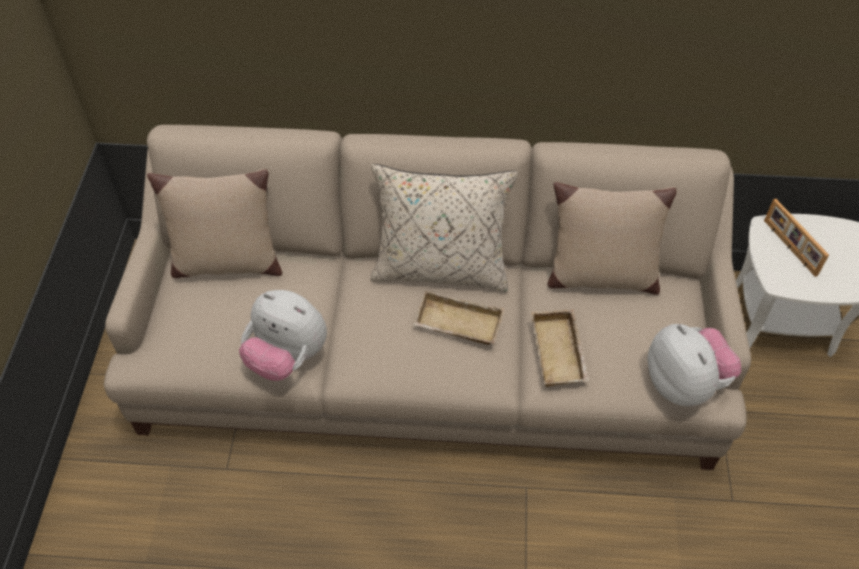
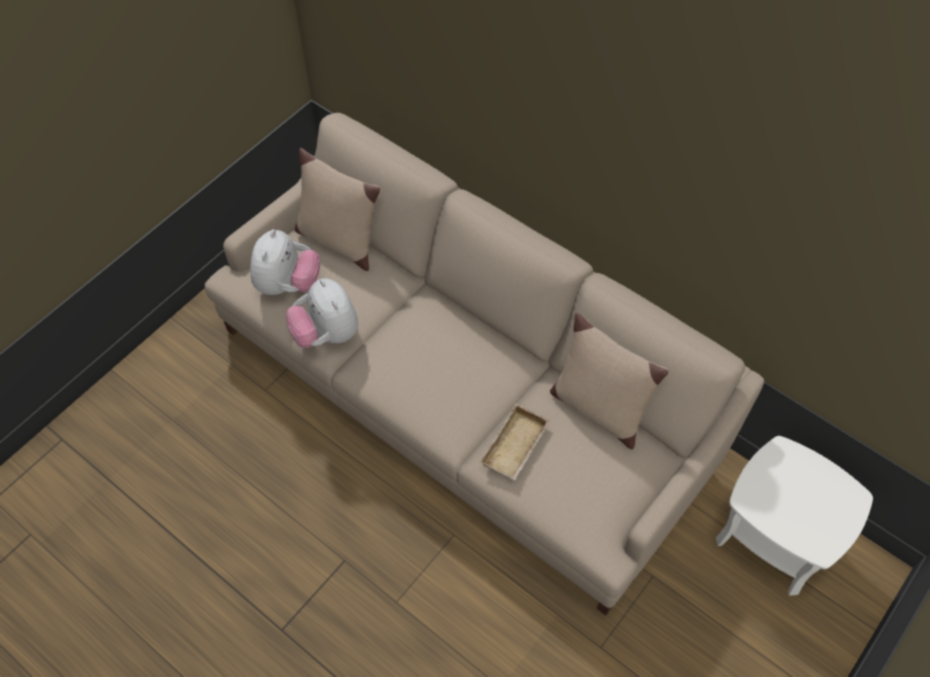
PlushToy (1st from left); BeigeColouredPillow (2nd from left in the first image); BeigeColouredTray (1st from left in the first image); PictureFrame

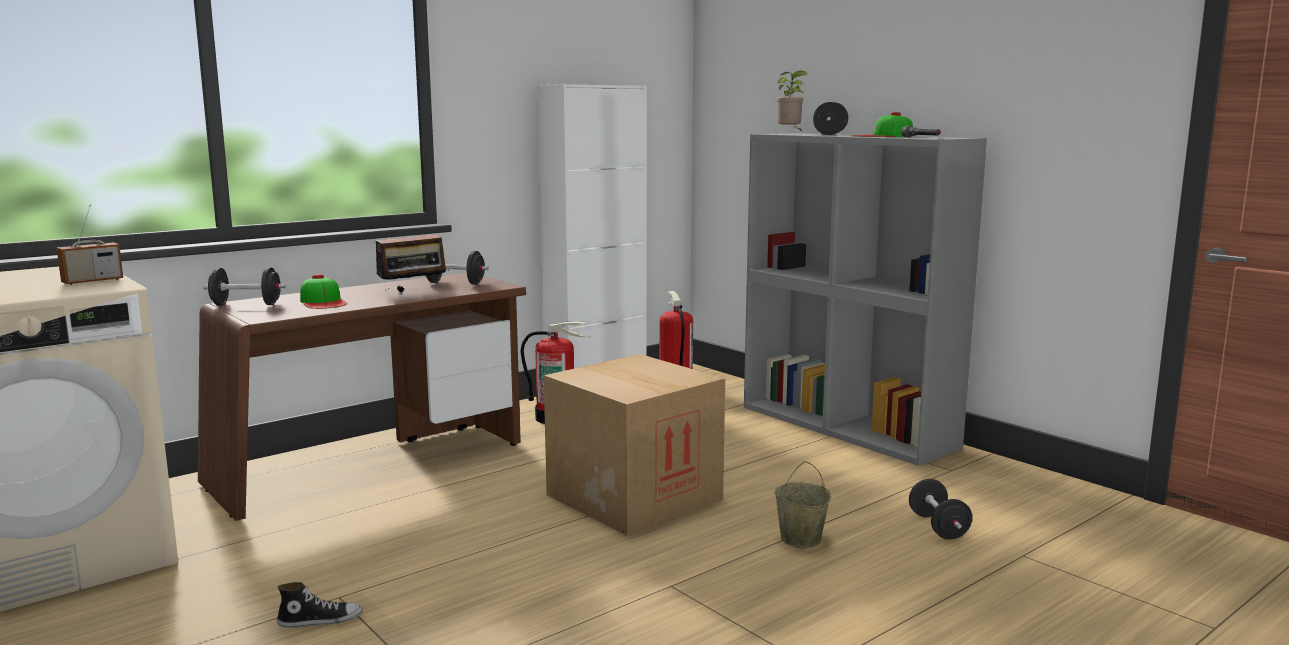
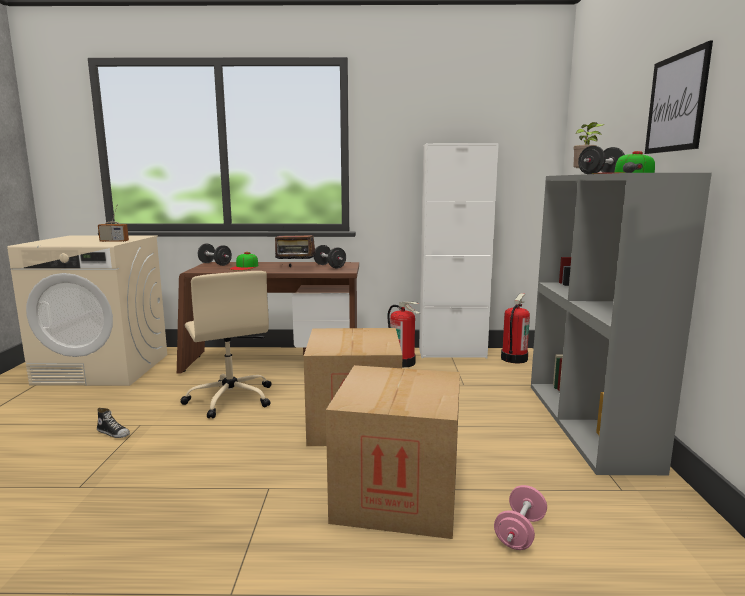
BeigeColouredDeskChair; Carton (2nd from left); PinkDumbbell; WallArt

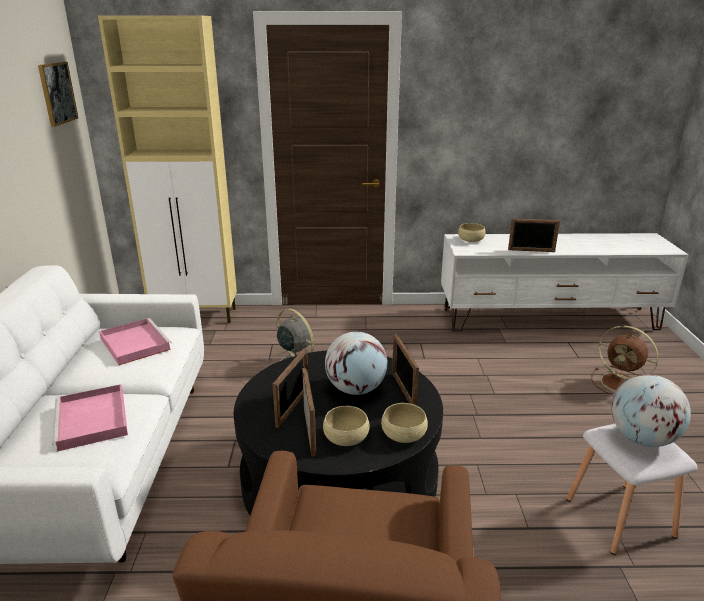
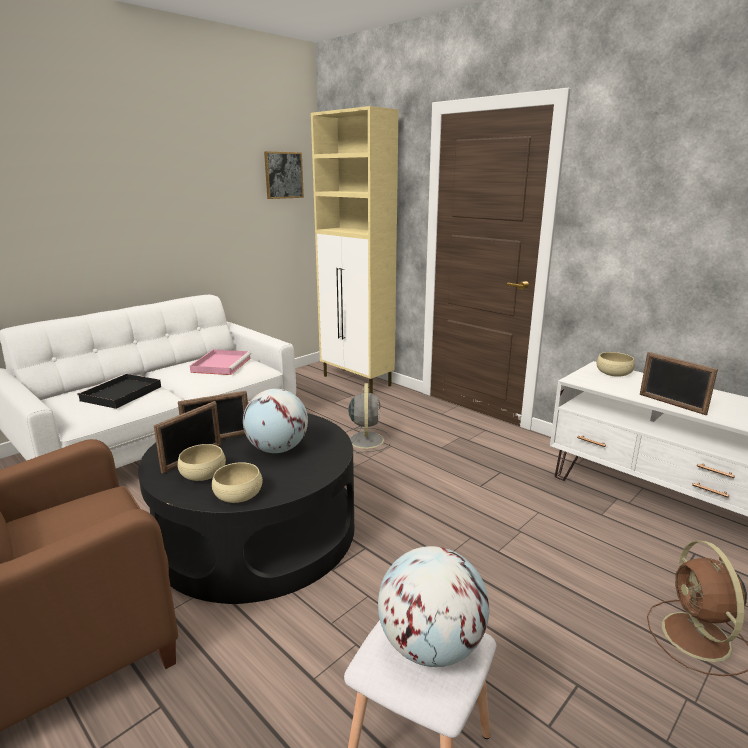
BlackColouredTray; PictureFrame (3rd from left in the first image)

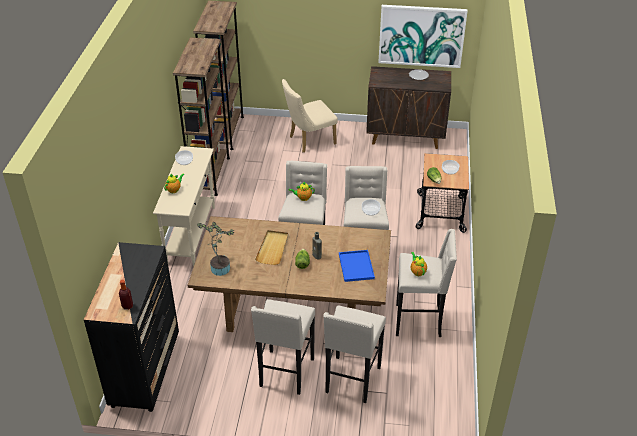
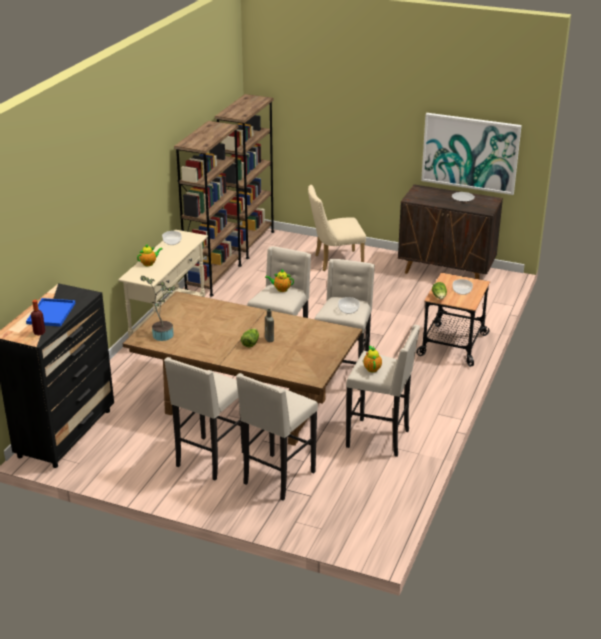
BluishTray; BeigeColouredTray

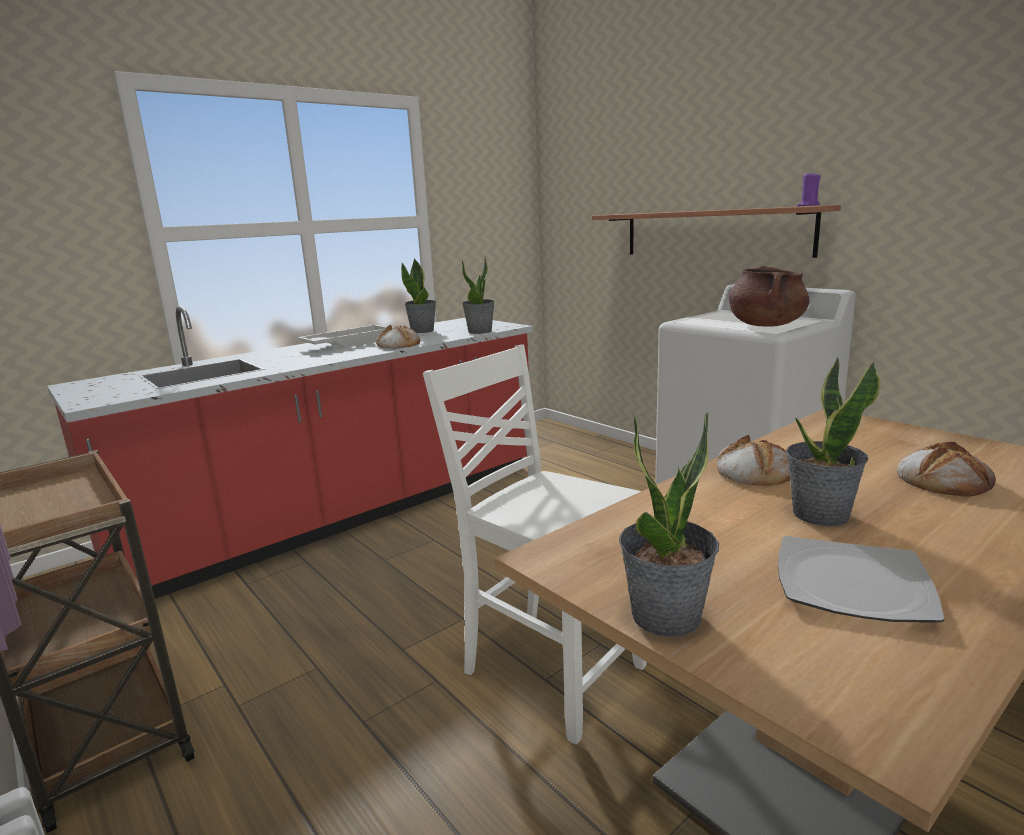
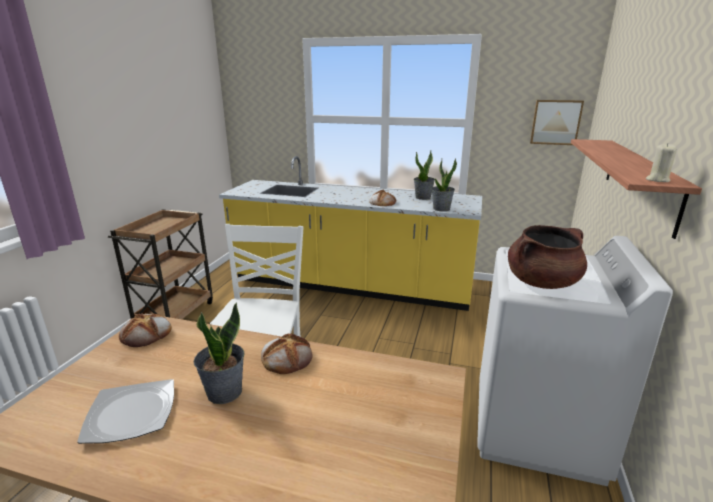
Bread (1st from left); YellowCounter; WallArt; BeigeColouredWaxLight; WhiteTray; PottedPlant (3rd from left in the first image)

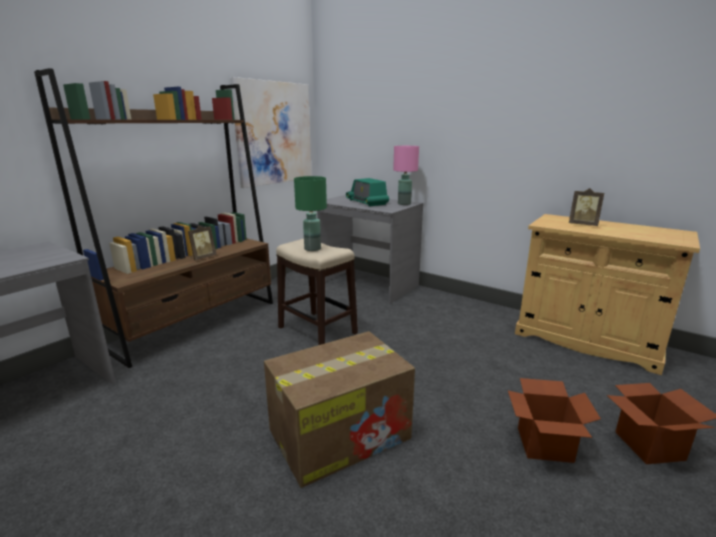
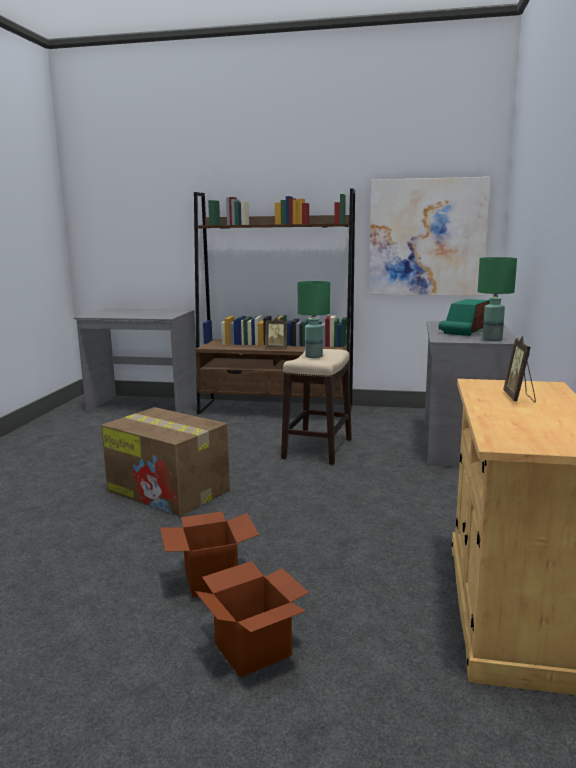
GreenTableLamp (2nd from left)

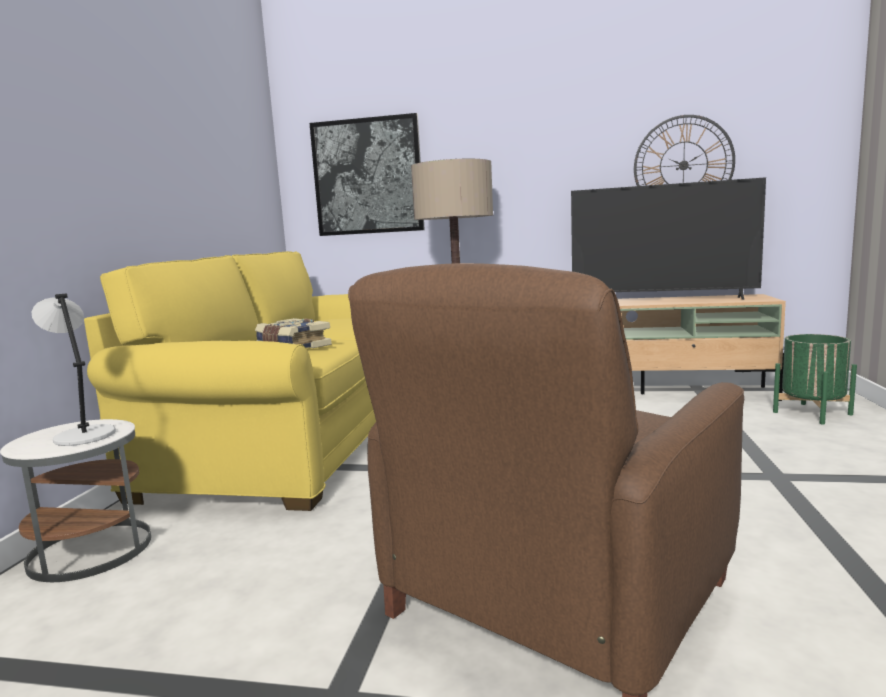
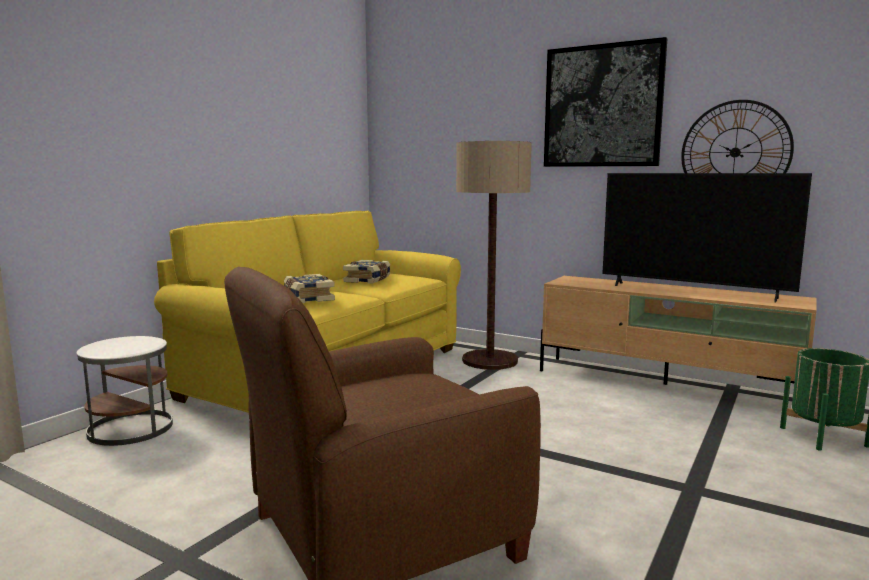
BoundBook (2nd from left); WallArt; GreyTableLamp

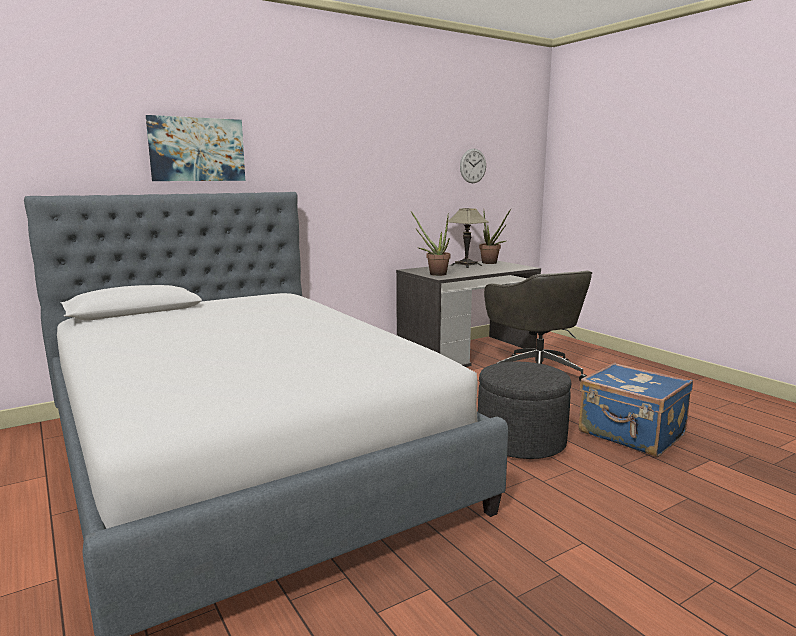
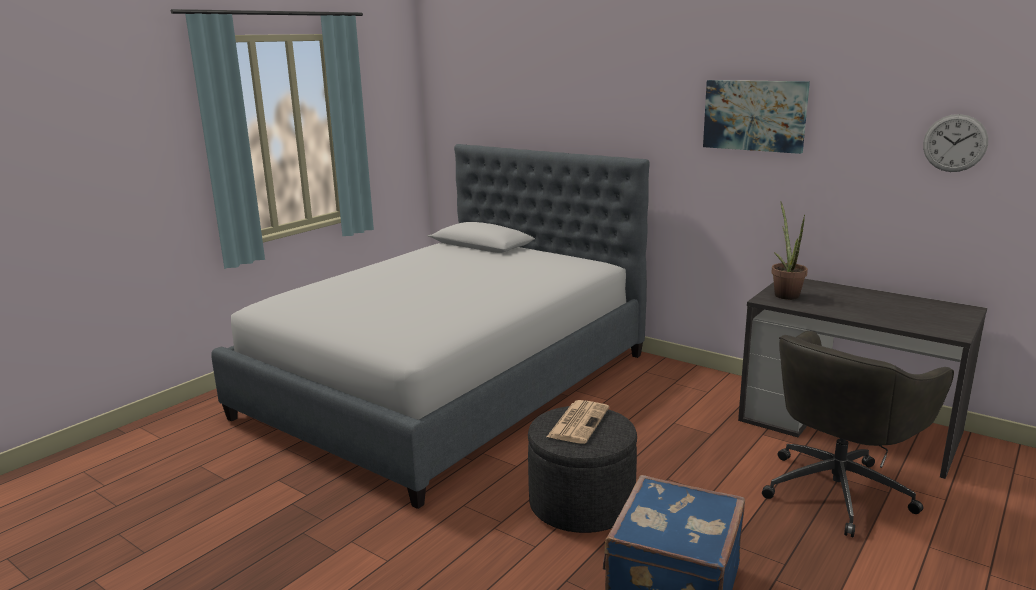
DailyPaper; WallArt; TableLamp; PottedPlant (2nd from left in the first image)

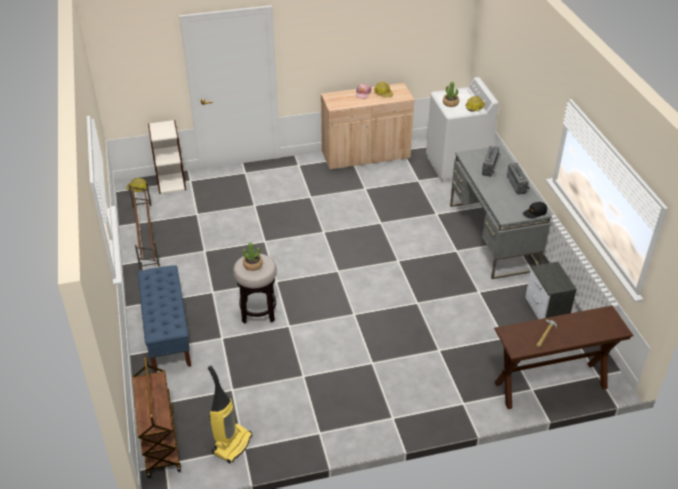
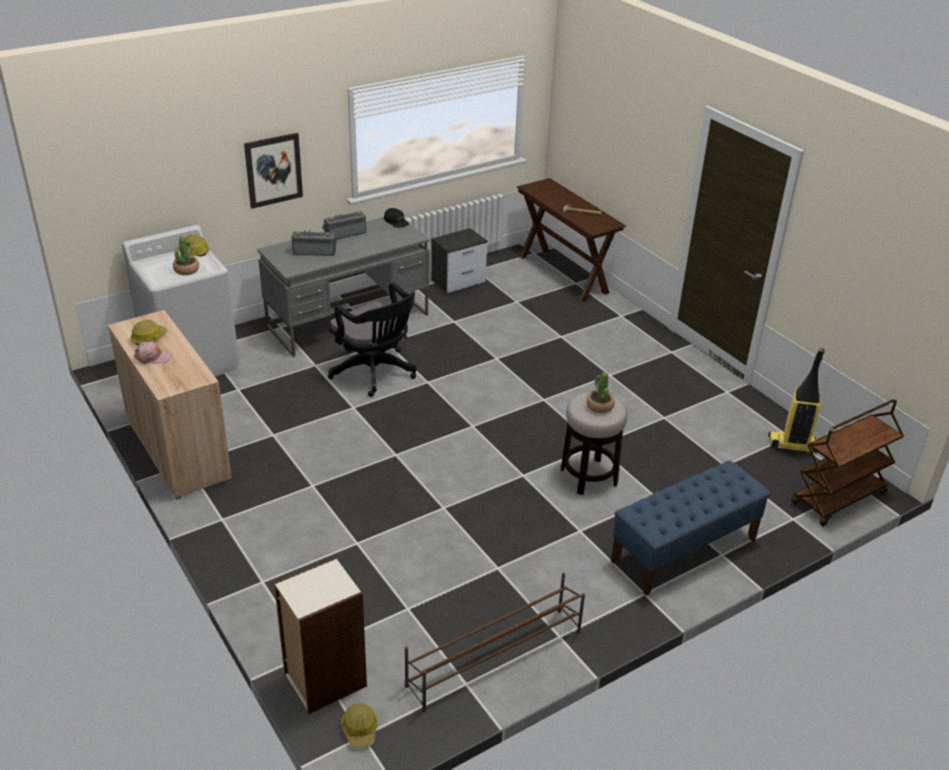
WallArt; BlackColouredDeskChair

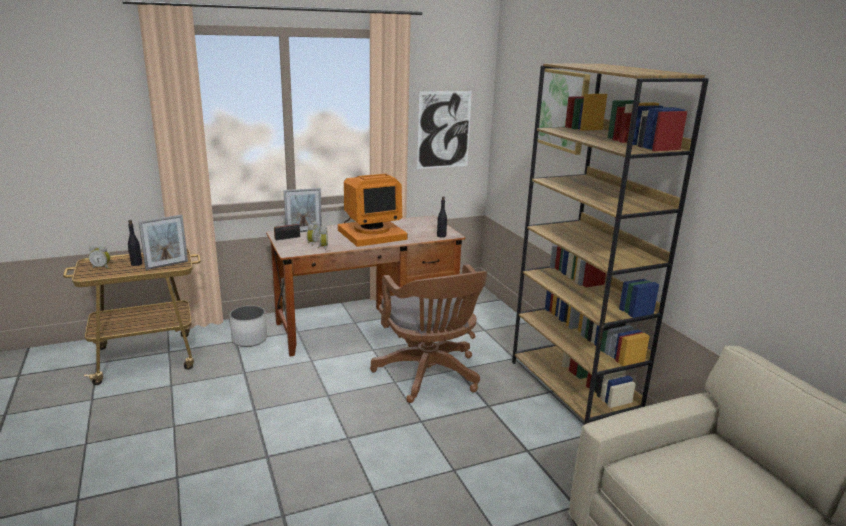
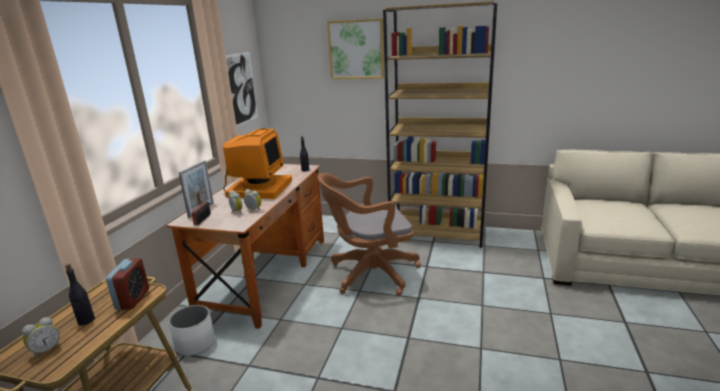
TableClock (2nd from left); BrownishDeskChair

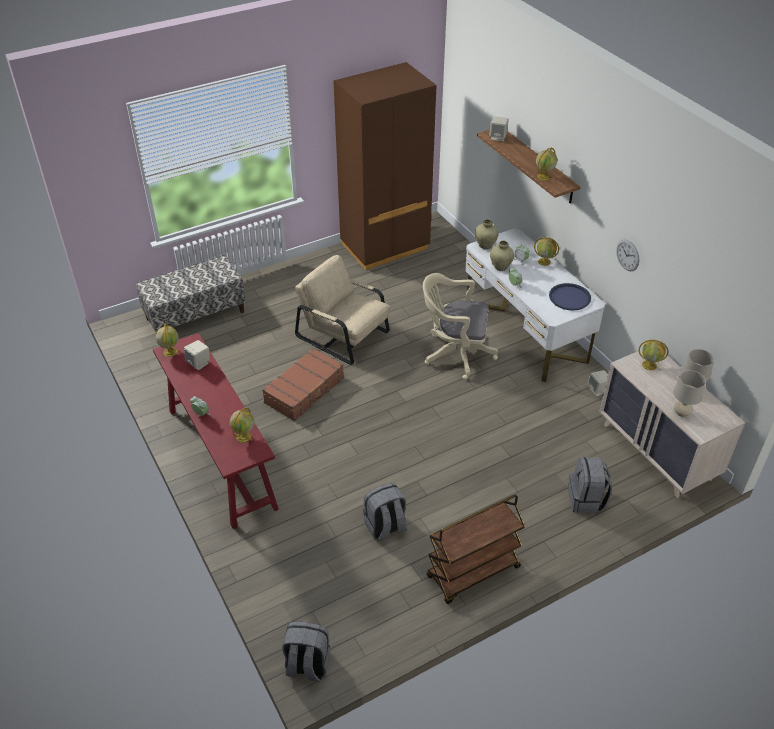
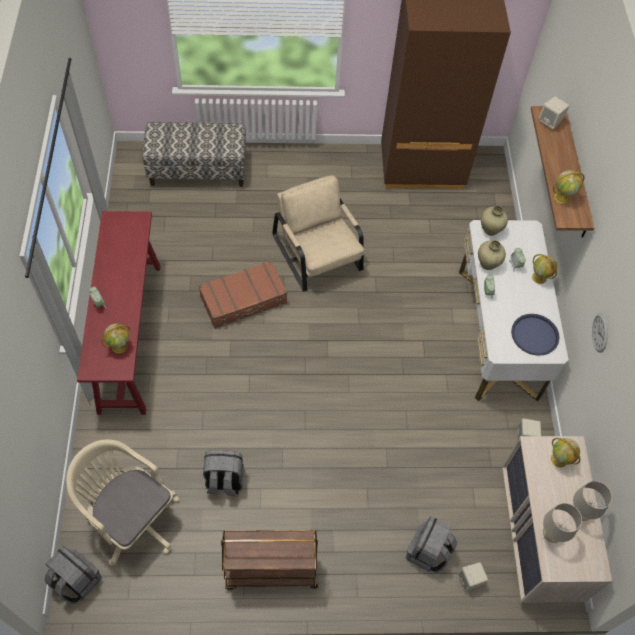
BeigeColouredDeskChair; BeigeColouredAudioSpeaker (1st from left); Globe (1st from left in the first image)

